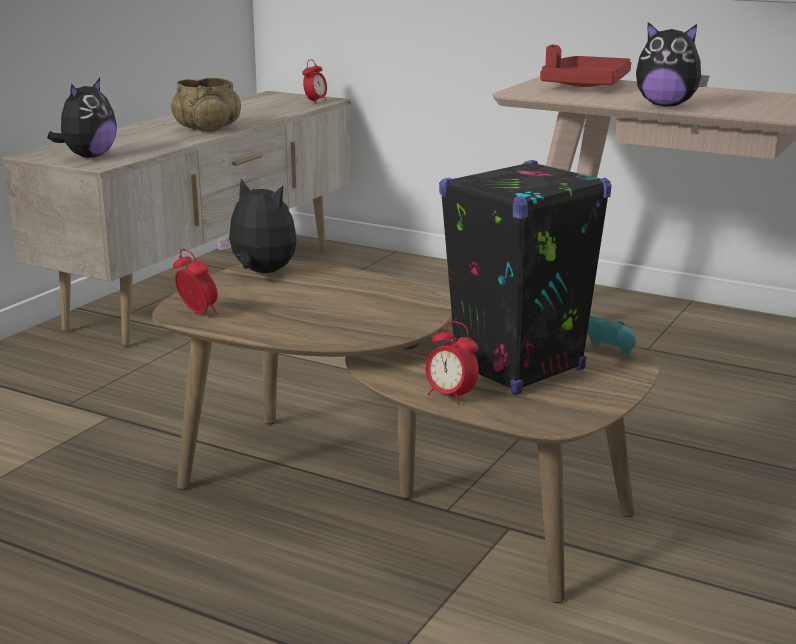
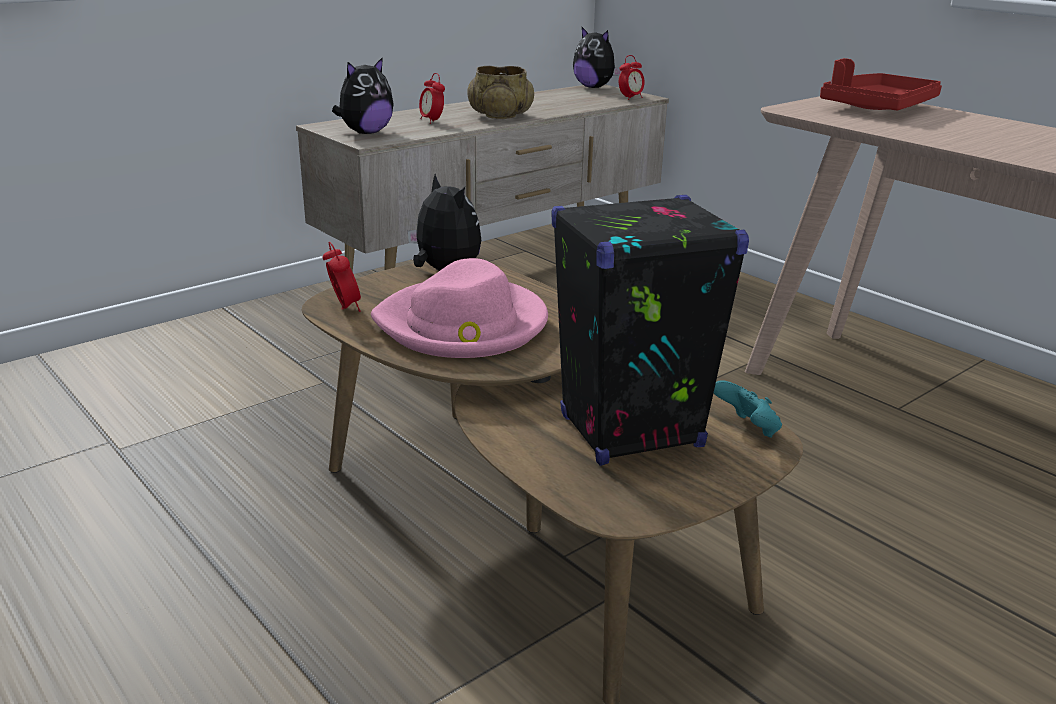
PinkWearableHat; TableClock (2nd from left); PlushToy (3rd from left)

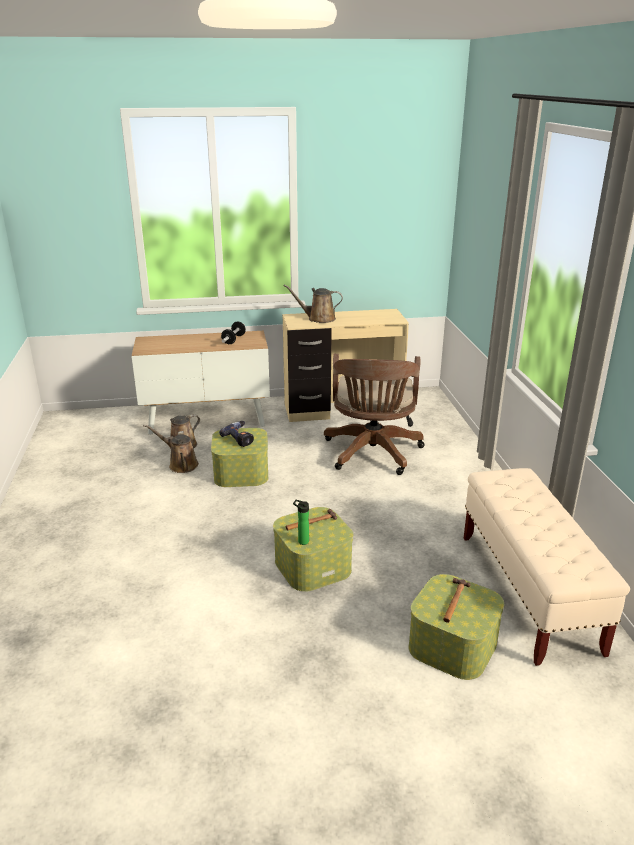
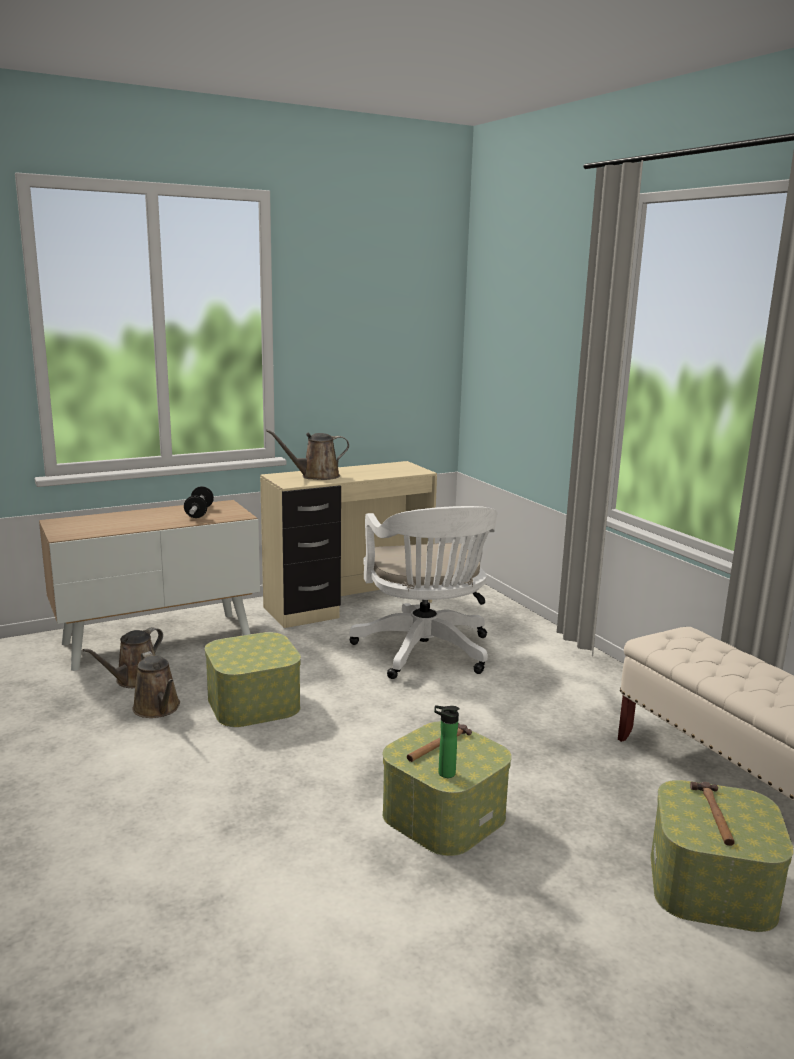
WhiteDeskChair; Drill

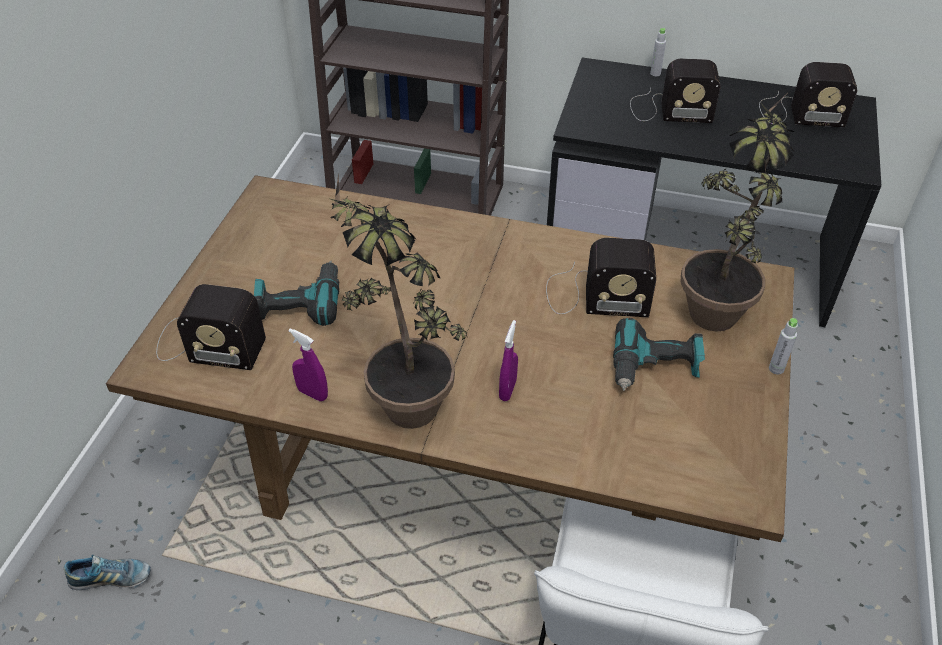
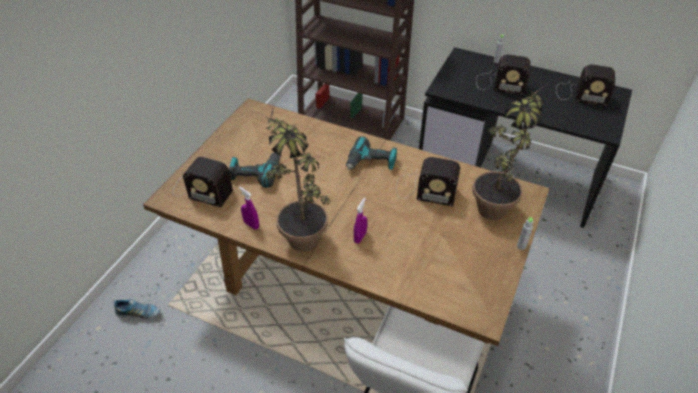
Drill (2nd from left)

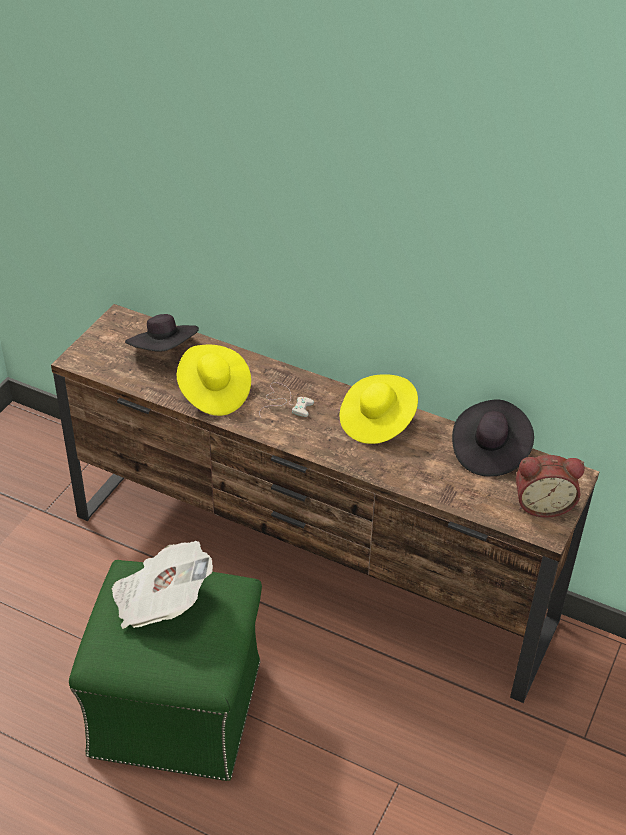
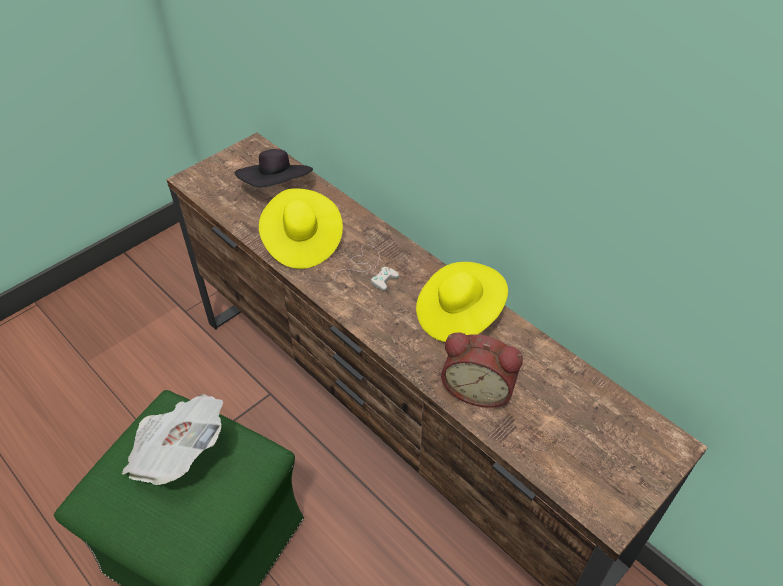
TableClock; BlackColouredWearableHat (2nd from left in the first image)

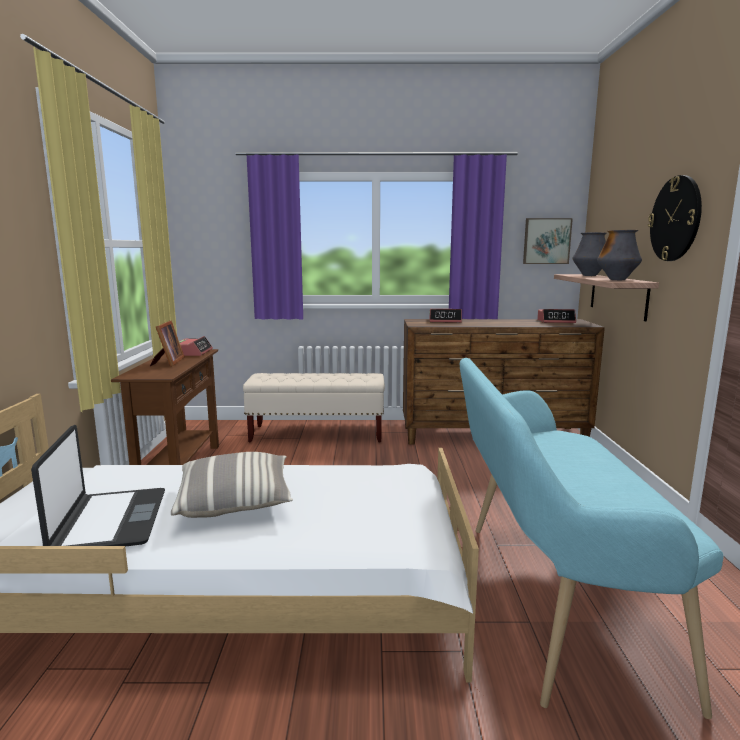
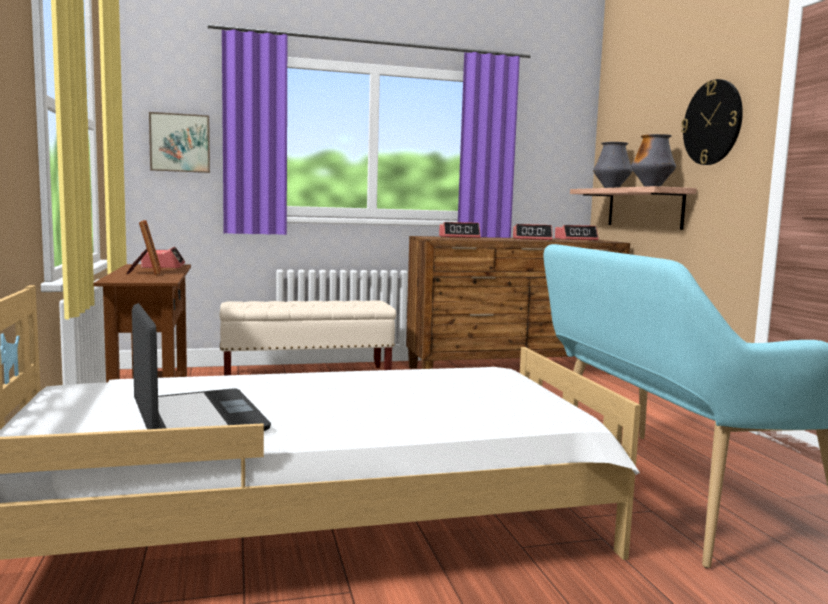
WallArt; TableClock (3rd from left); Pillow

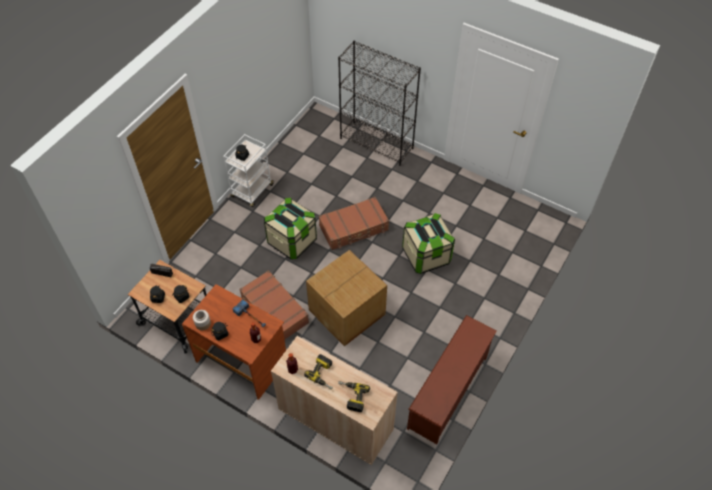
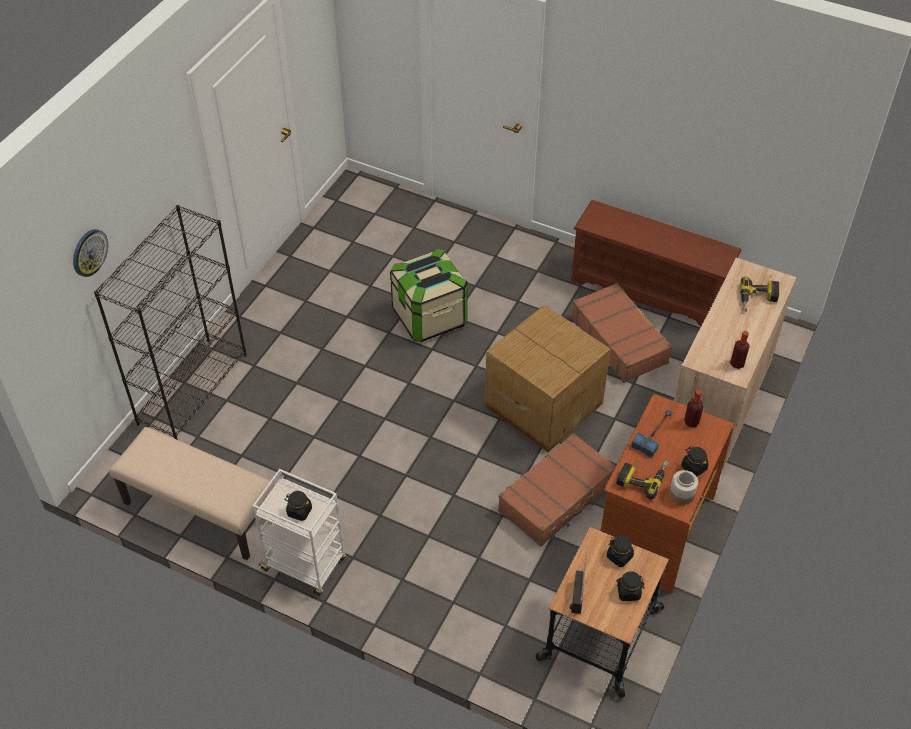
ClockOnTheWall; BeigeColouredLongSeat; BrownishTravelCase (2nd from left); Drill (1st from left); StorageContainer (1st from left in the first image)

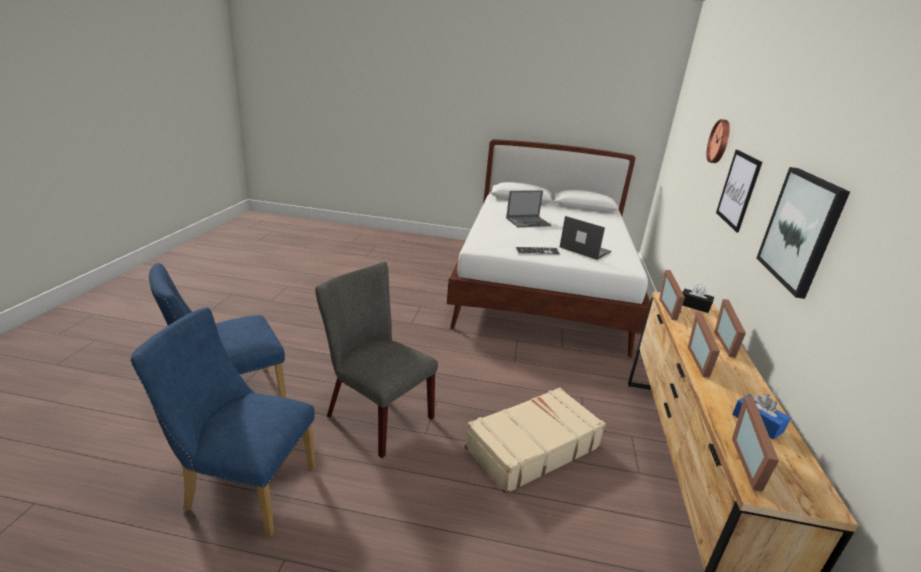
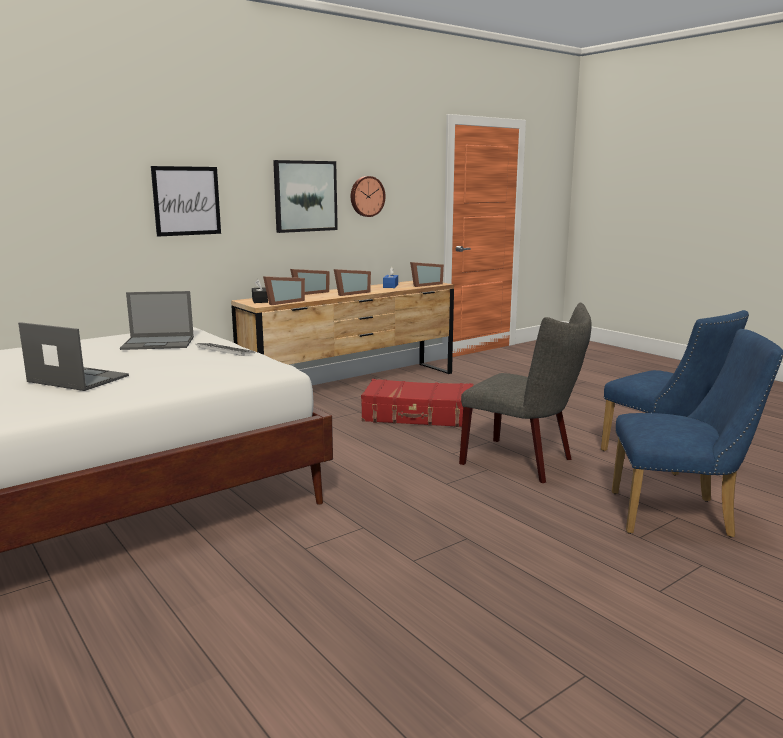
NotebookComputer (2nd from left); ClockOnTheWall; RedColouredTravelCase; GreyUprightChair

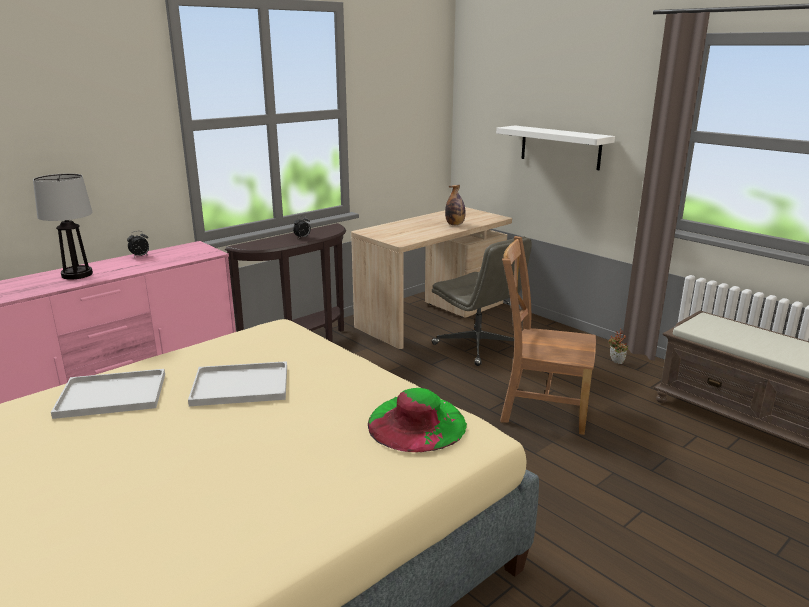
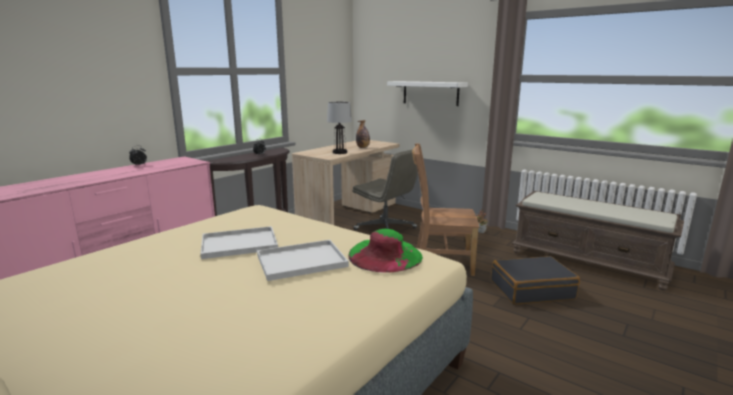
WhiteTray (2nd from left); TableLamp; BlackColouredTravelCase

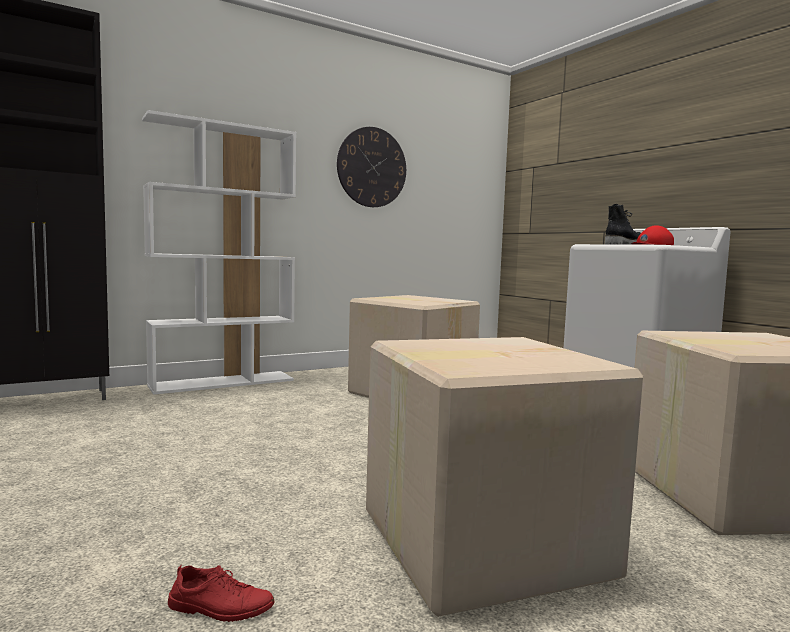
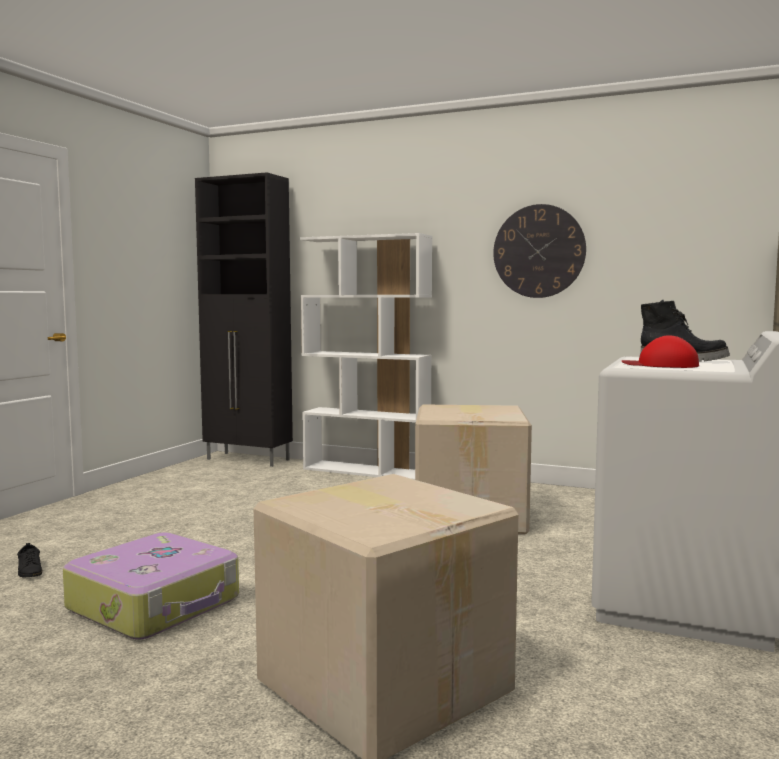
BlackColouredShoe; TravelCase

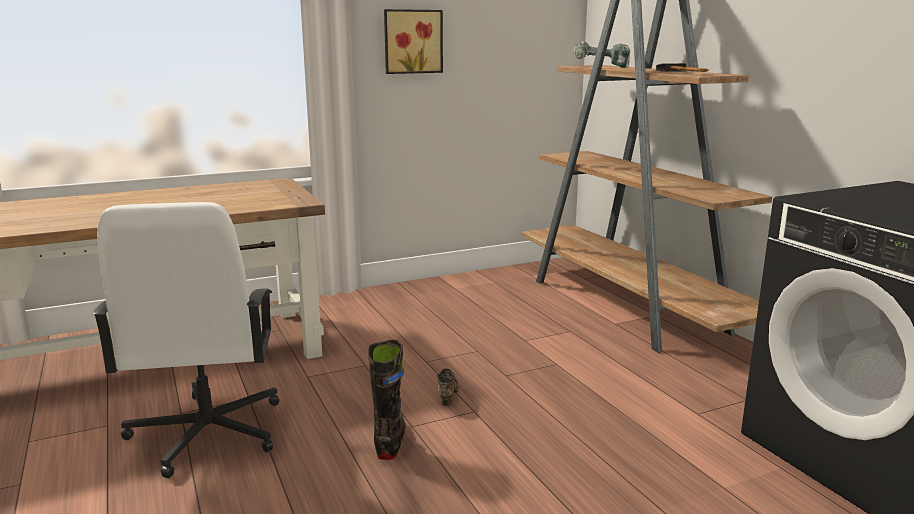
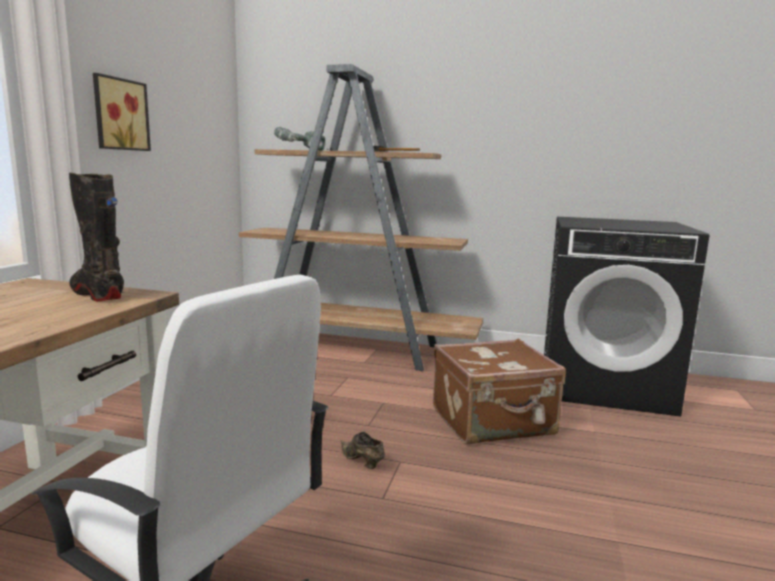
BlackColouredTallBoot; BrownishTravelCase

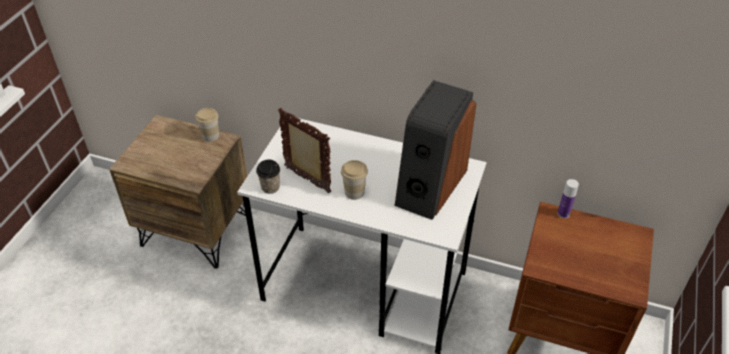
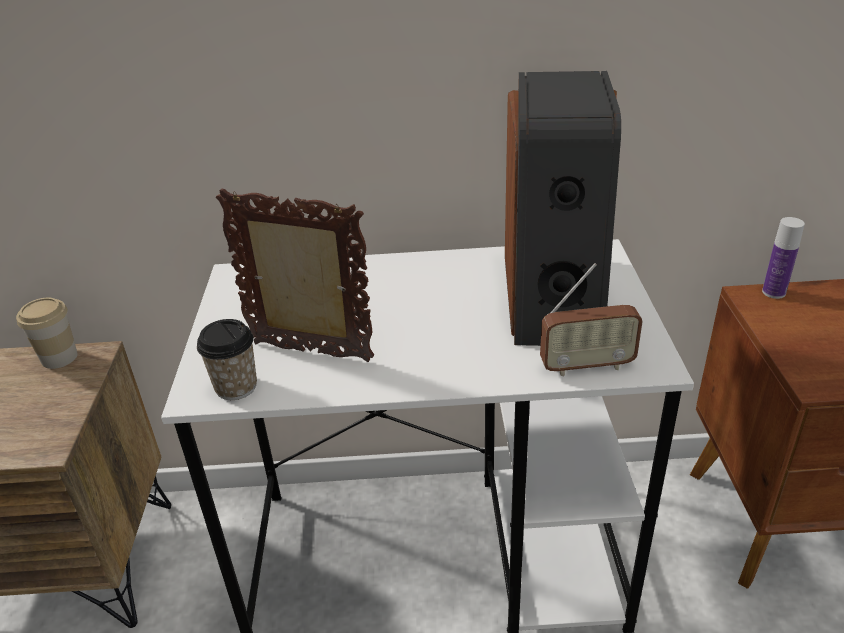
RadioSet; SmallCup (3rd from left in the first image)

